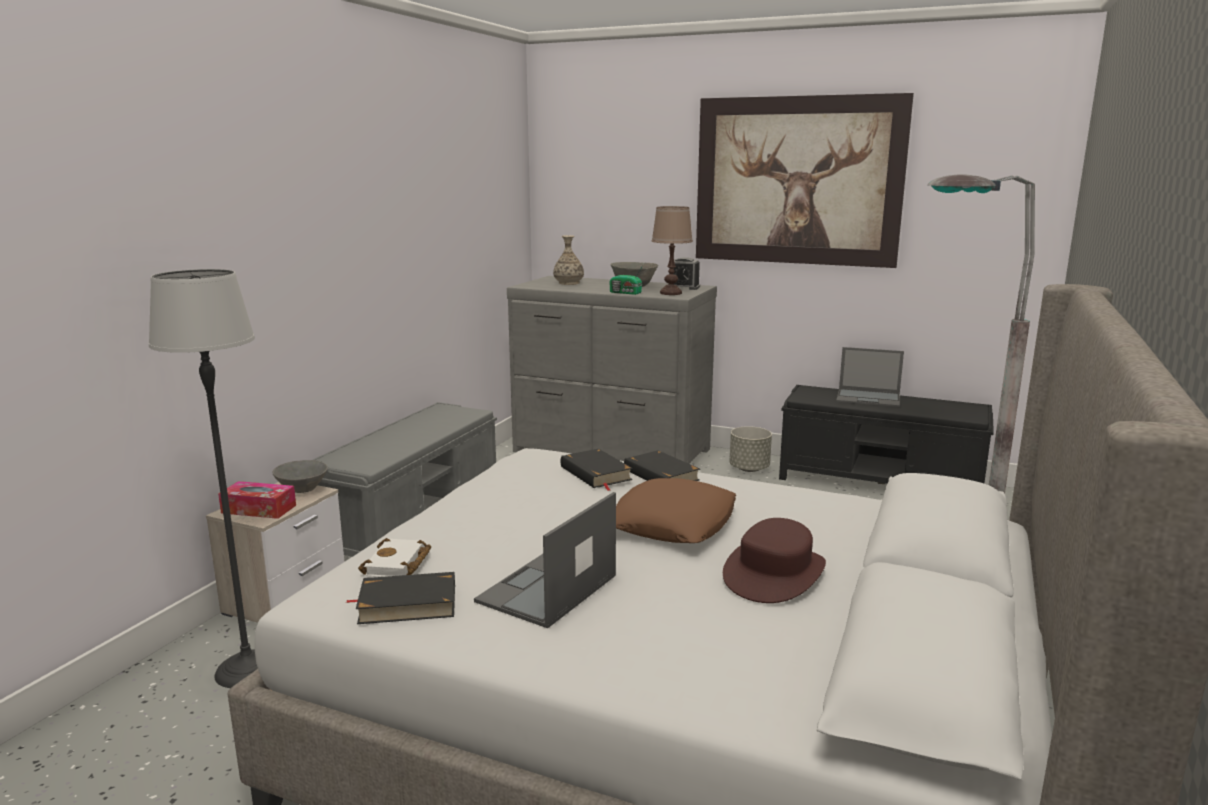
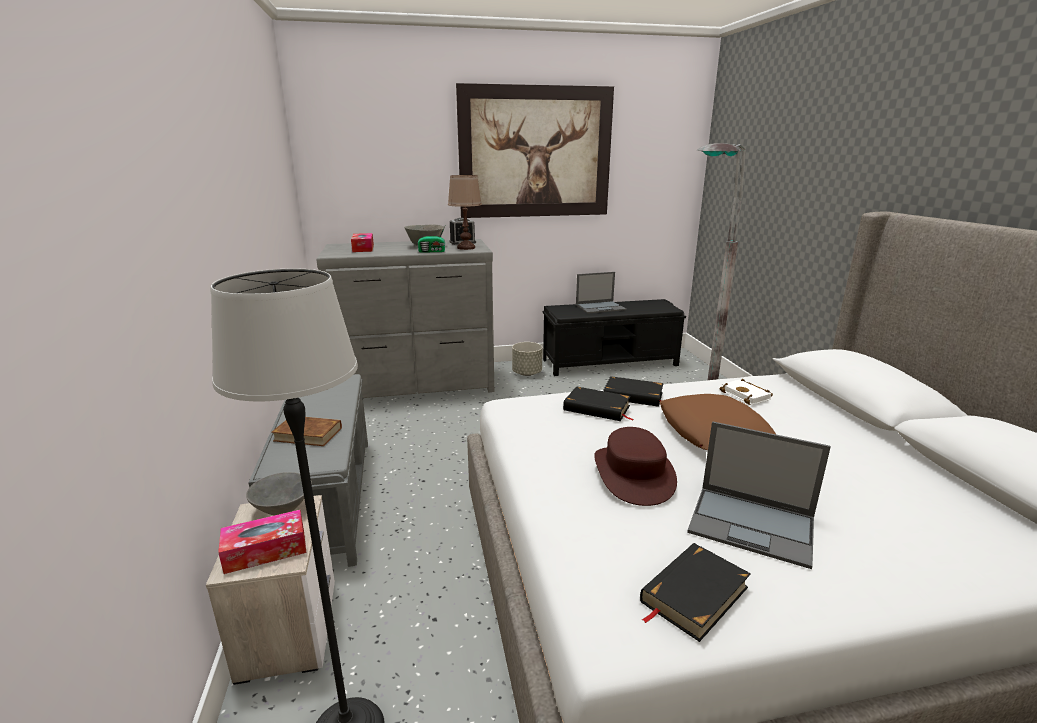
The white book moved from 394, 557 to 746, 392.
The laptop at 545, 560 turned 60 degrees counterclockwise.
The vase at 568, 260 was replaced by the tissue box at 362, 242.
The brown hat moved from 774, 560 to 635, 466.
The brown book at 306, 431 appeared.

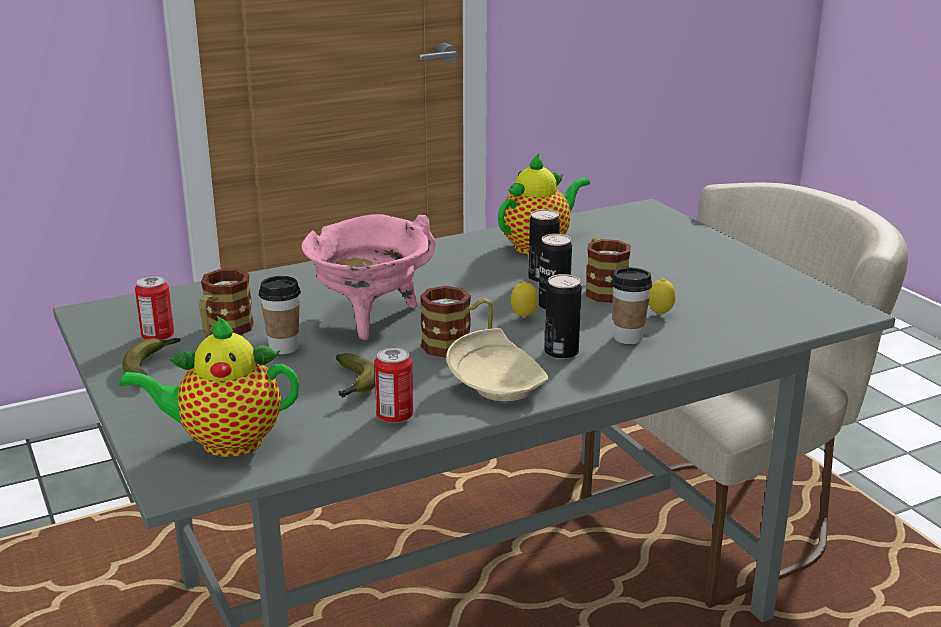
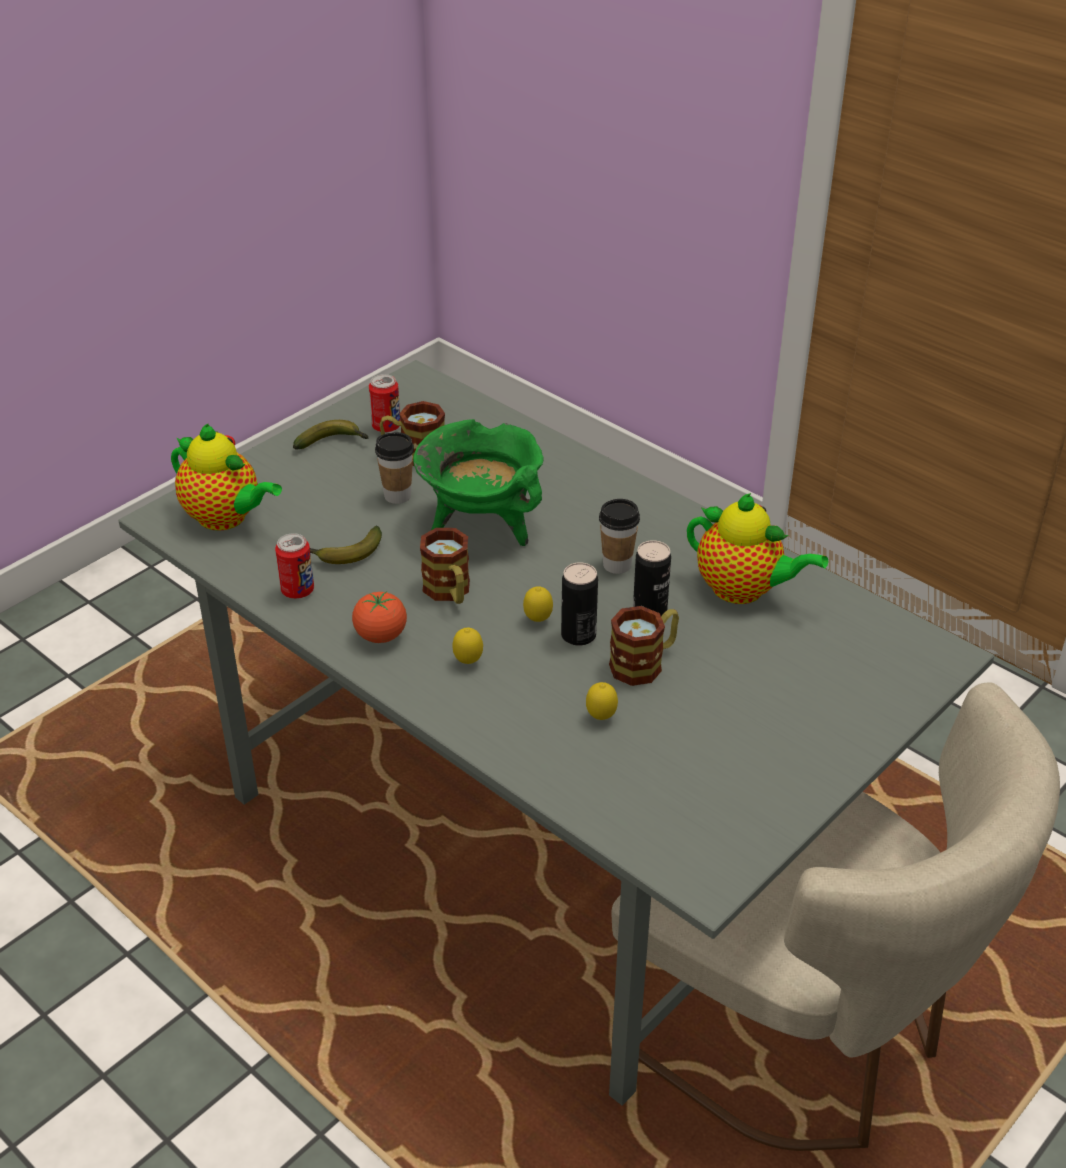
The teapot at 209, 386 turned 150 degrees clockwise.
The pink cooking pot at 369, 277 became the green cooking pot at 478, 482.
The beige plate at 497, 364 was replaced by the tomato at 379, 617.
The can at 563, 316 was replaced by the lemon at 467, 646.
The cup moved from 631, 305 to 619, 536.

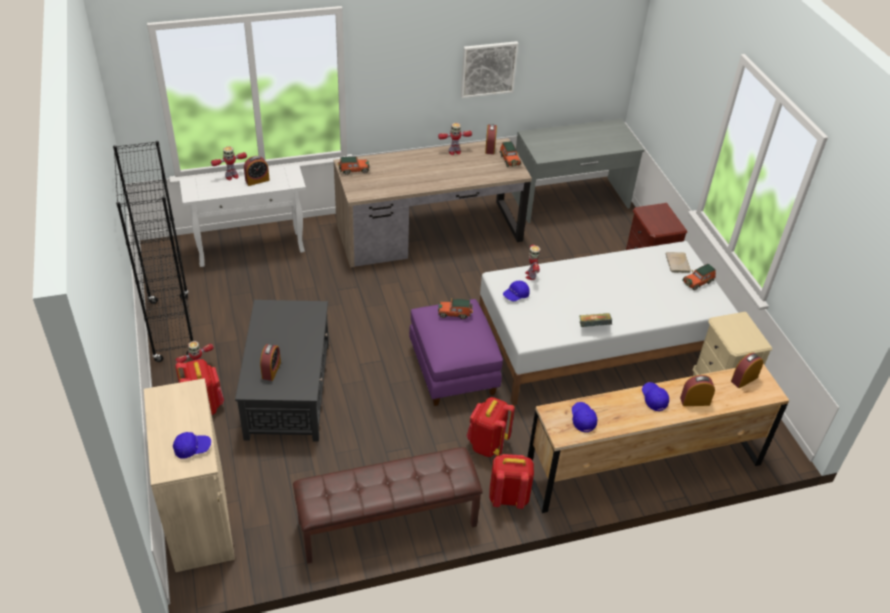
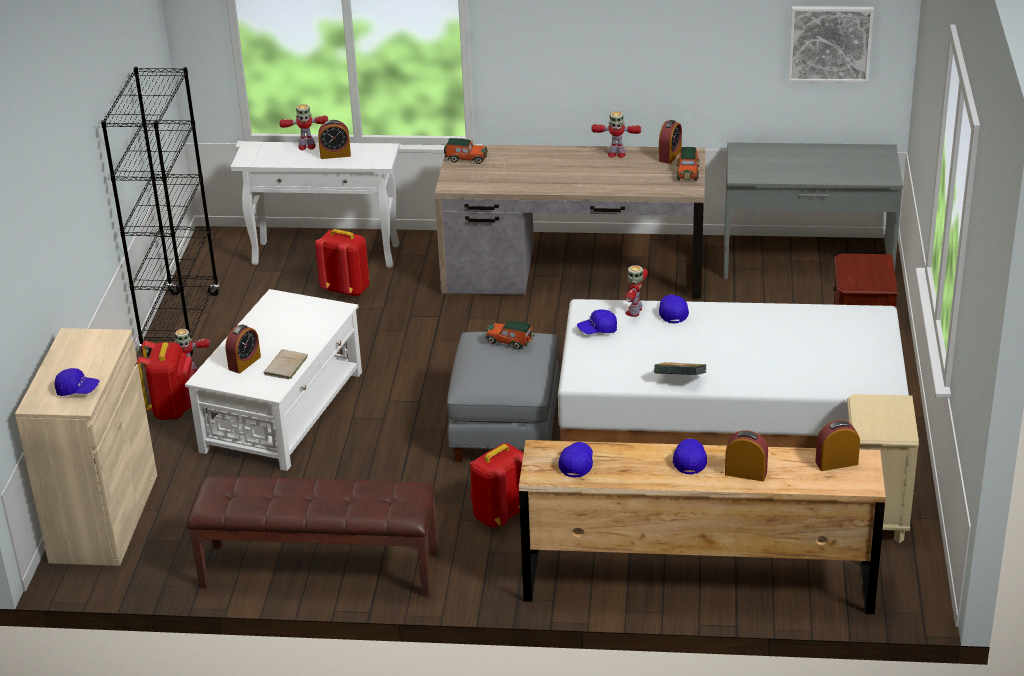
The black coffee table at 282, 371 became the white coffee table at 273, 380.
The purple ottoman at 456, 352 became the grey ottoman at 503, 397.
The picture moved from 490, 69 to 831, 44.
The red backpack moved from 511, 481 to 342, 263.
The beige book moved from 678, 262 to 286, 364.
The toy car at 699, 277 disappeared.
The blue cap at 674, 309 appeared.

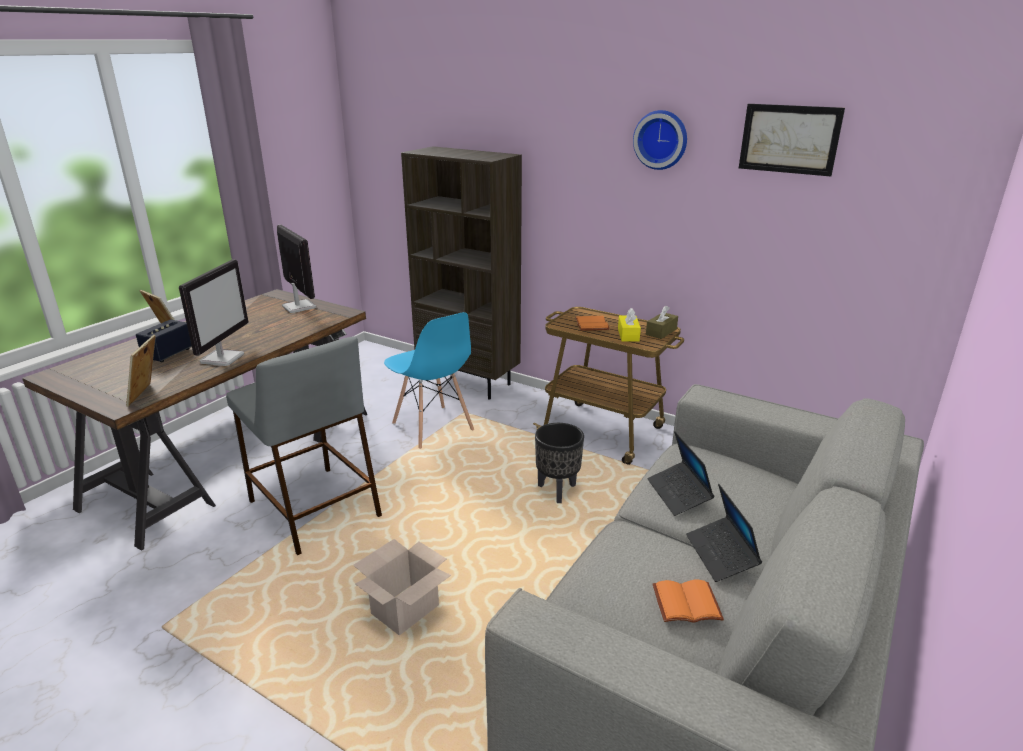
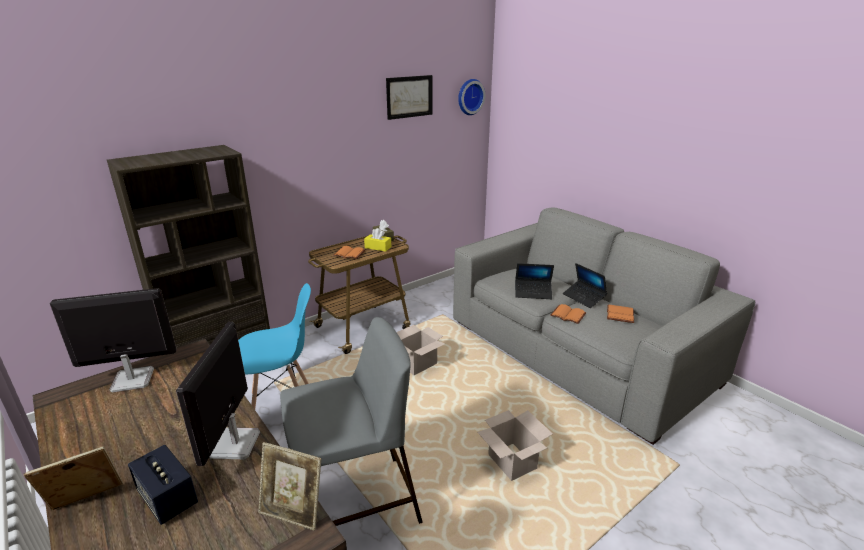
The monitor at 213, 312 turned 120 degrees counterclockwise.
The black planter at 559, 463 was replaced by the cardboard box at 420, 350.
The wall clock moved from 660, 140 to 471, 97.
The laptop at 724, 533 turned 45 degrees clockwise.
The orange book at 568, 314 appeared.

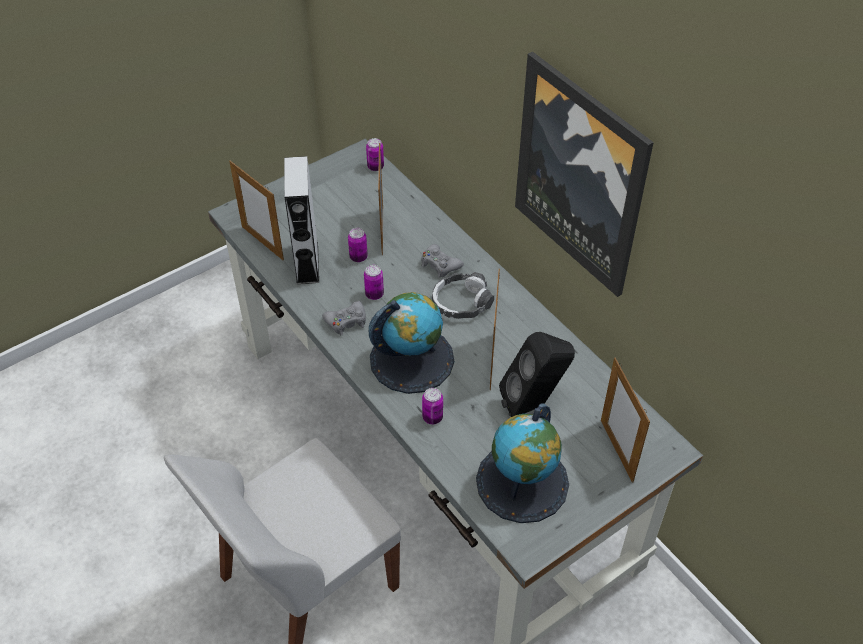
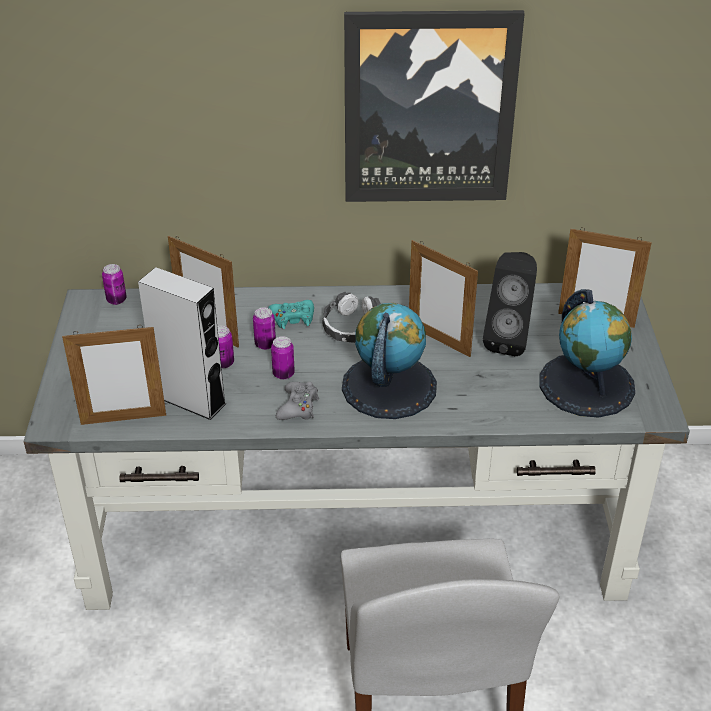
The grey game controller at 442, 261 became the turquoise game controller at 291, 314.
The can moved from 432, 406 to 264, 328.

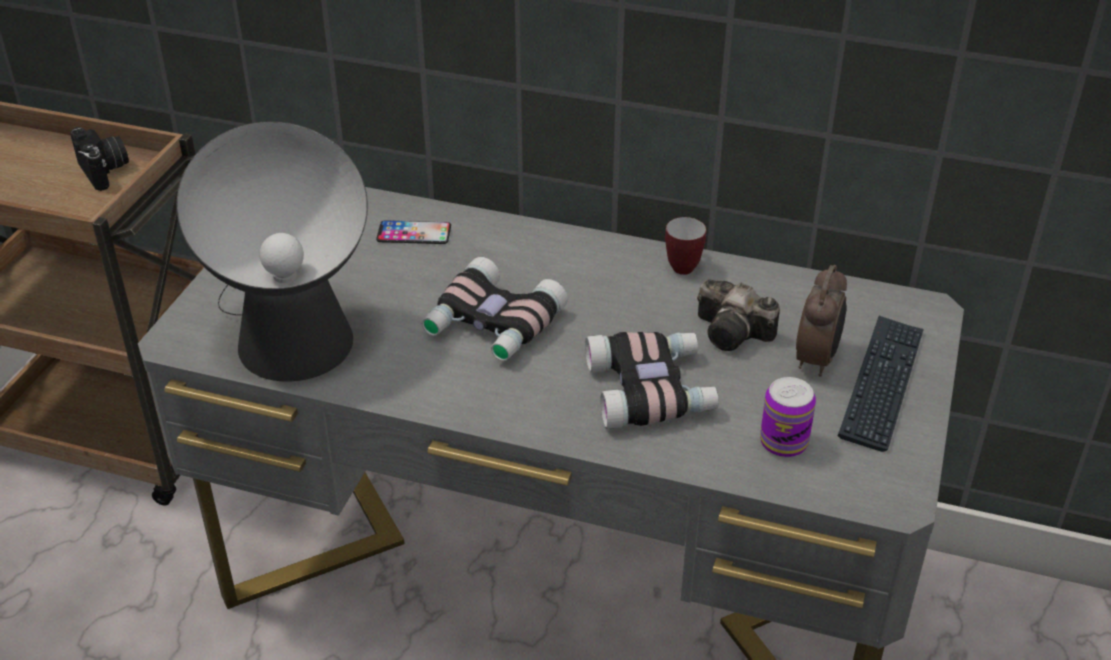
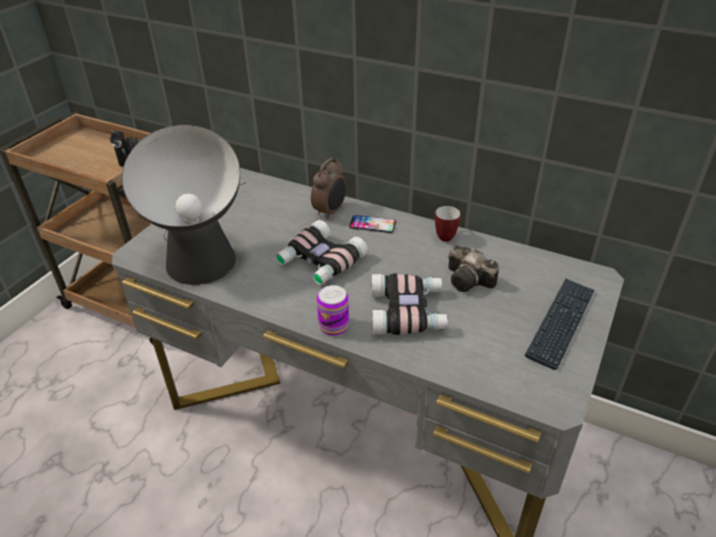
The phone moved from 413, 232 to 372, 224.
The can moved from 788, 417 to 333, 310.
The alarm clock moved from 821, 321 to 328, 189.

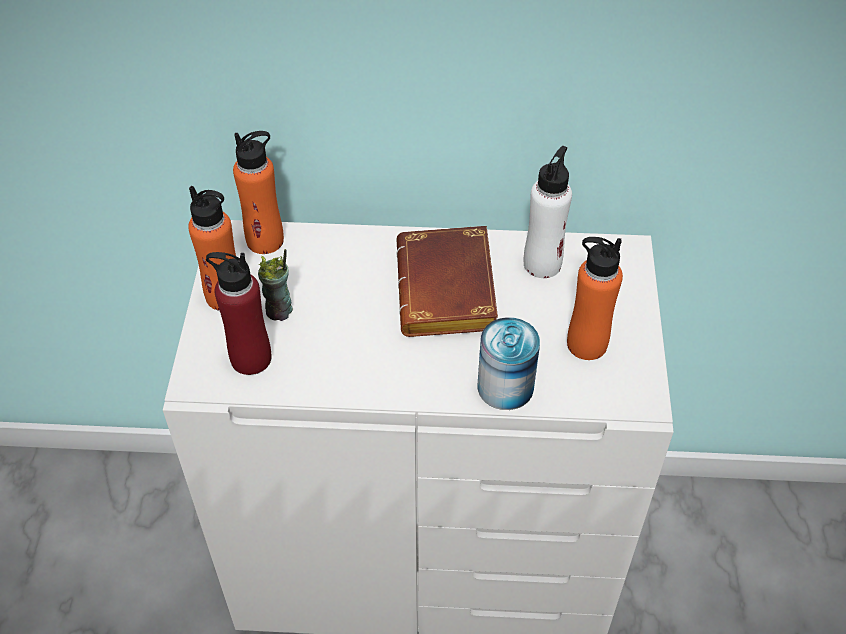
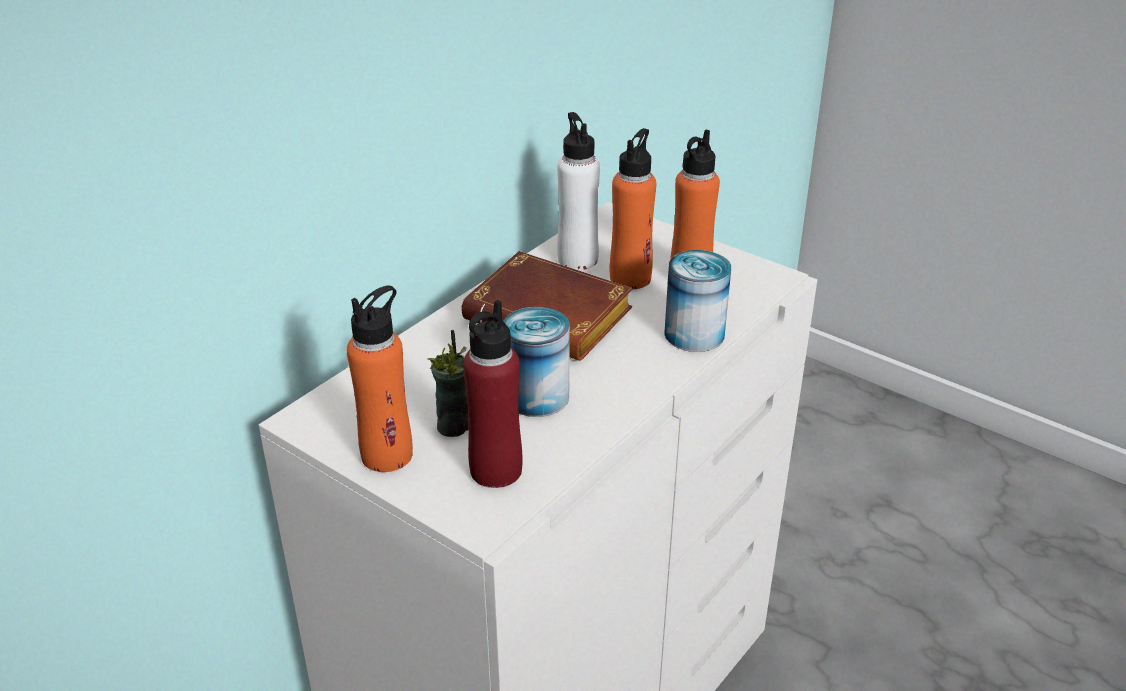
The orange bottle moved from 258, 192 to 633, 208.
The can at 537, 362 appeared.

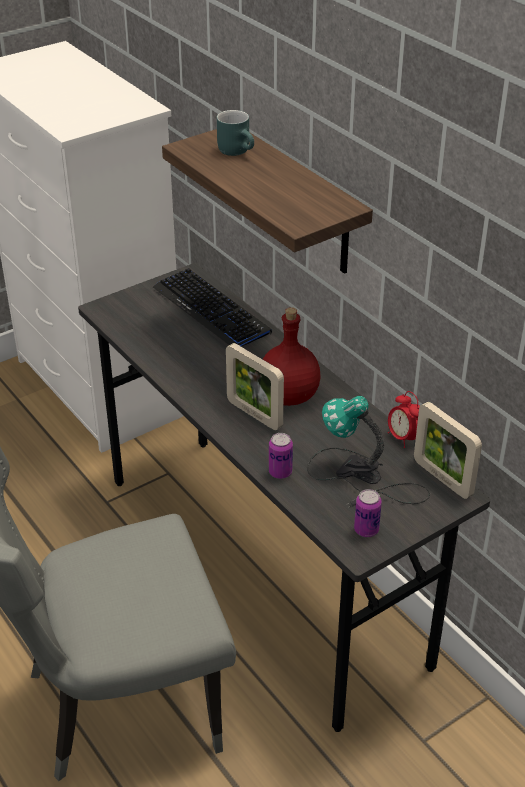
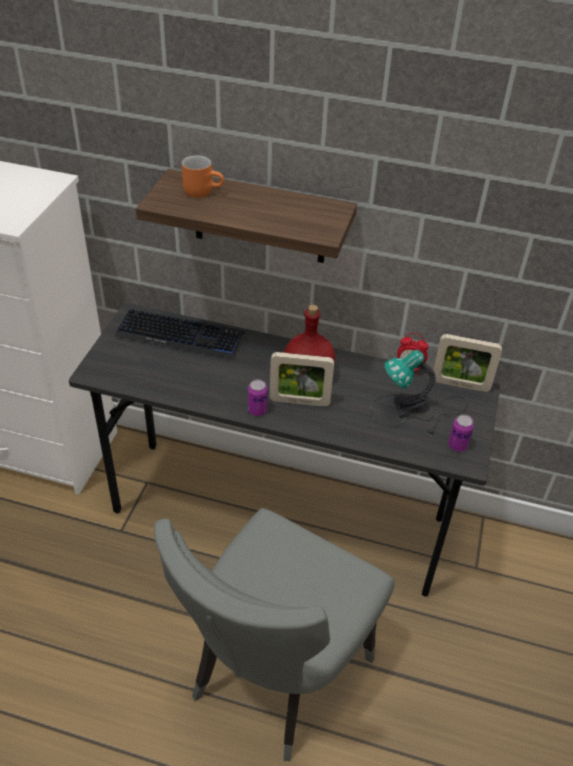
The turquoise mug at 235, 133 became the orange mug at 203, 176.
The can moved from 281, 456 to 258, 397.

